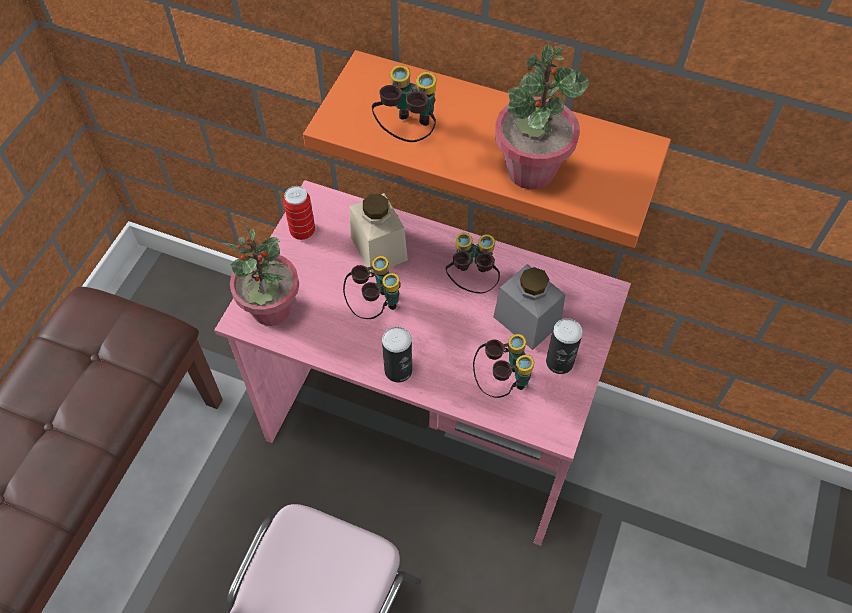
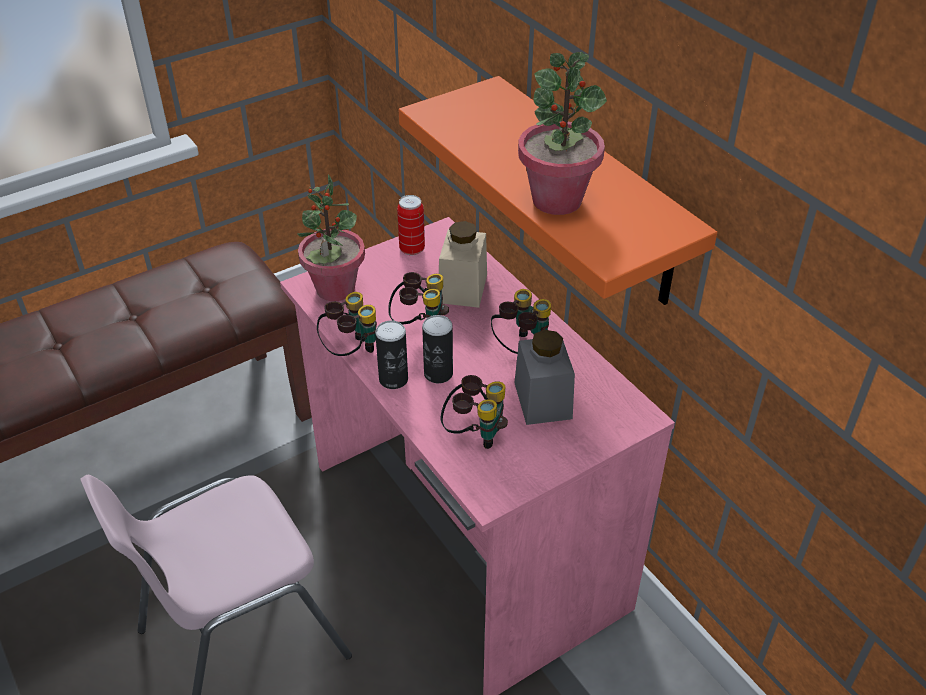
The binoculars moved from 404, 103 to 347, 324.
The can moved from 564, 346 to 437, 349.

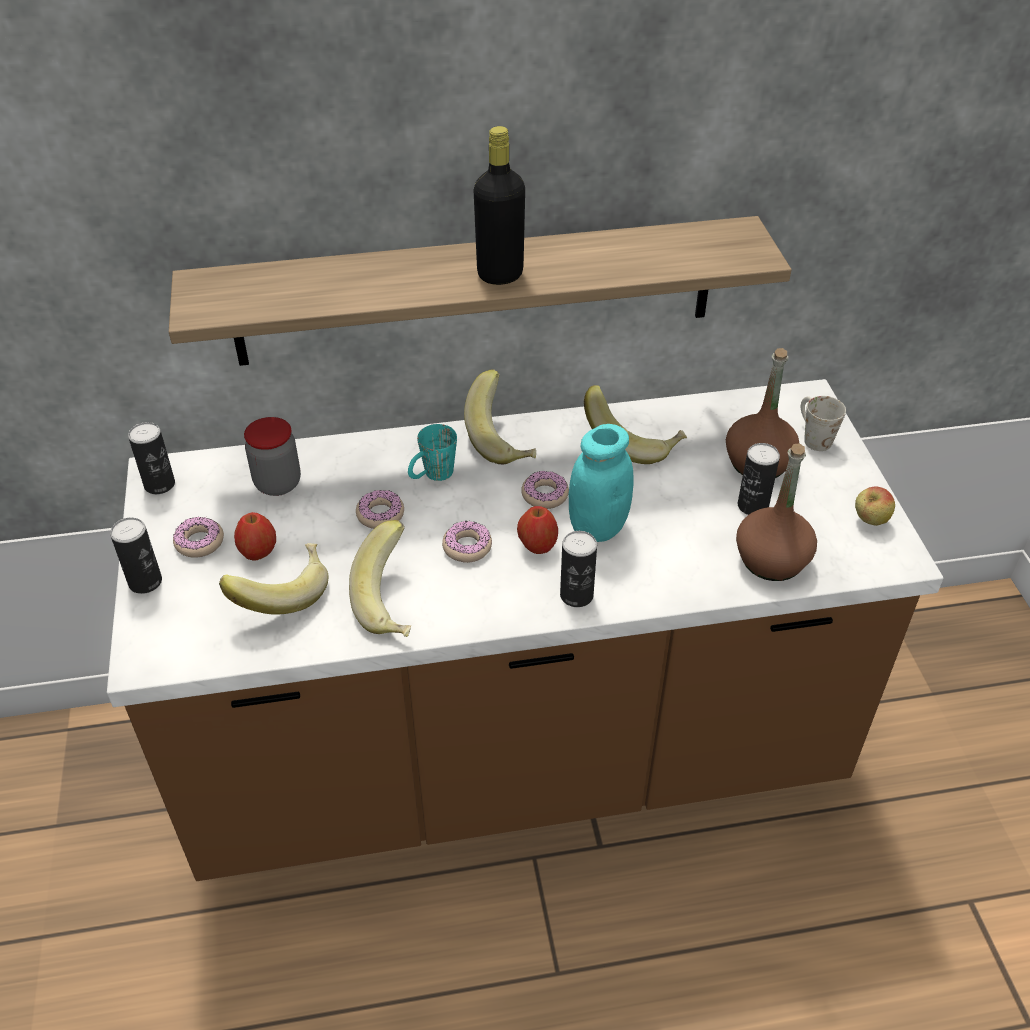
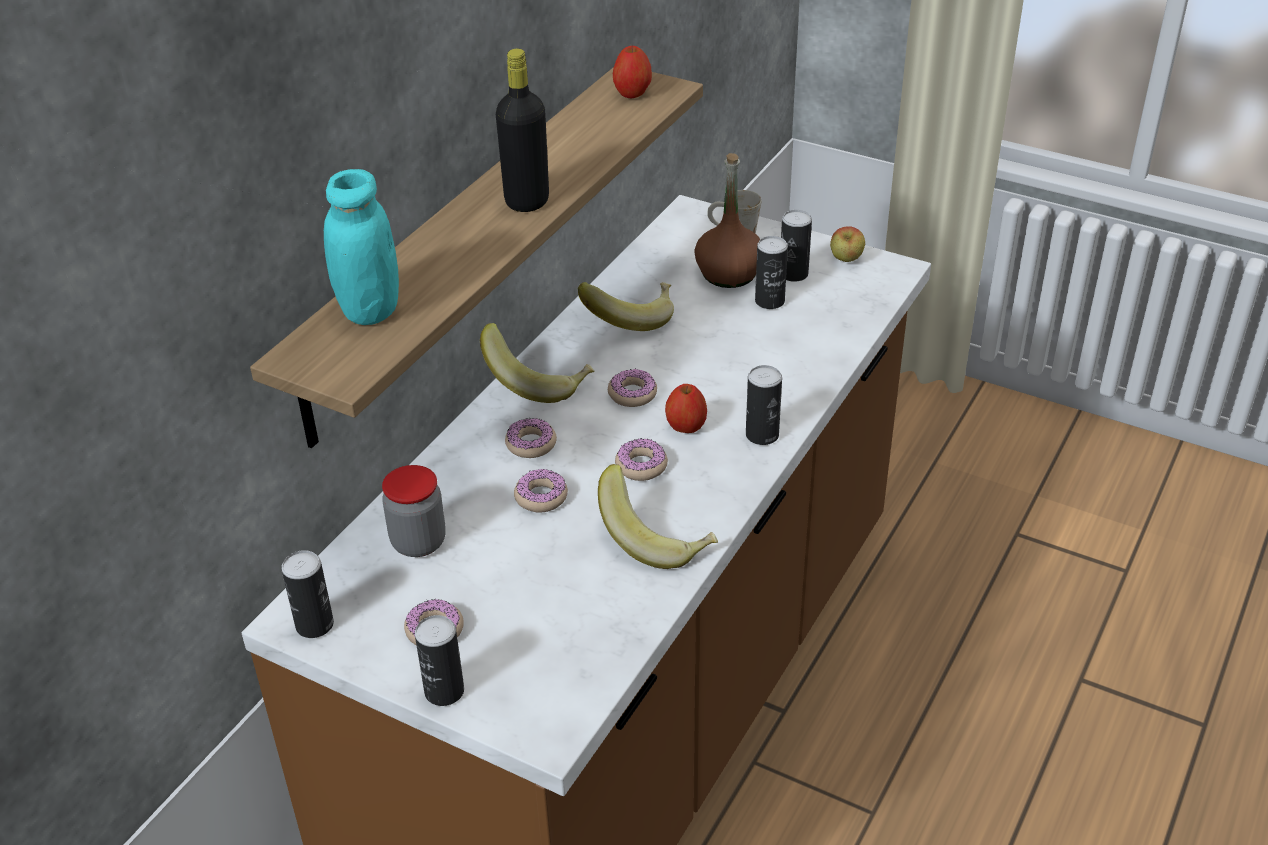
The banana at 274, 579 disappeared.
The apple moved from 255, 536 to 632, 72.
The turquoise mug at 432, 452 was replaced by the donut at 531, 438.
The turquoise jar moved from 601, 483 to 361, 247.
The brown bottle at 776, 512 disappeared.
The can at 796, 246 appeared.

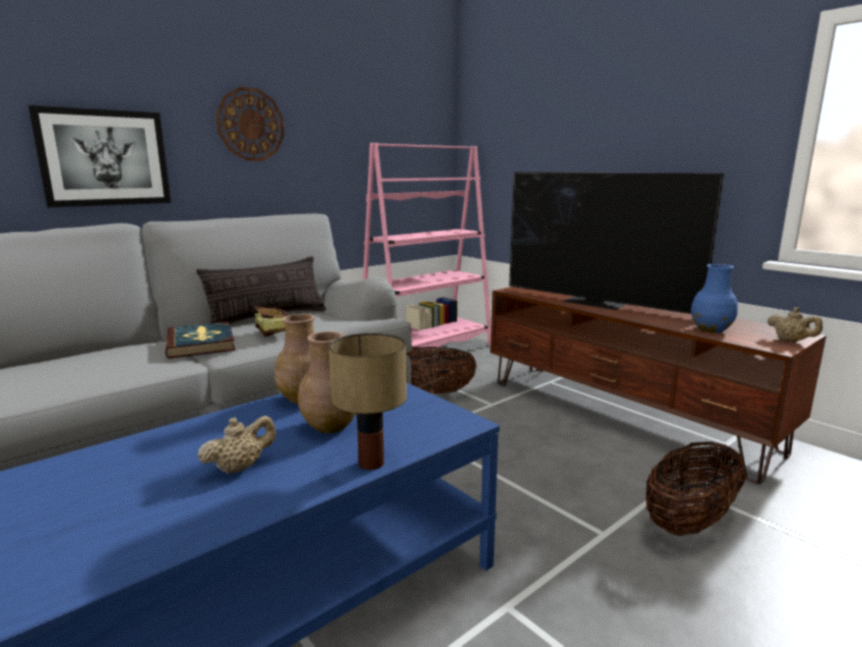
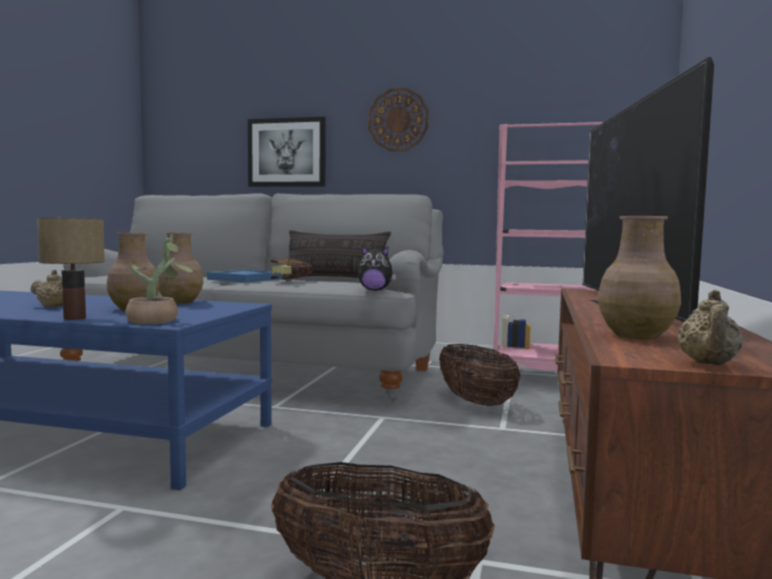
The book at 200, 340 was replaced by the blue tray at 244, 276.
The blue vase at 714, 298 became the brown vase at 639, 278.
The potted plant at 159, 279 appeared.
The plush toy at 377, 268 appeared.

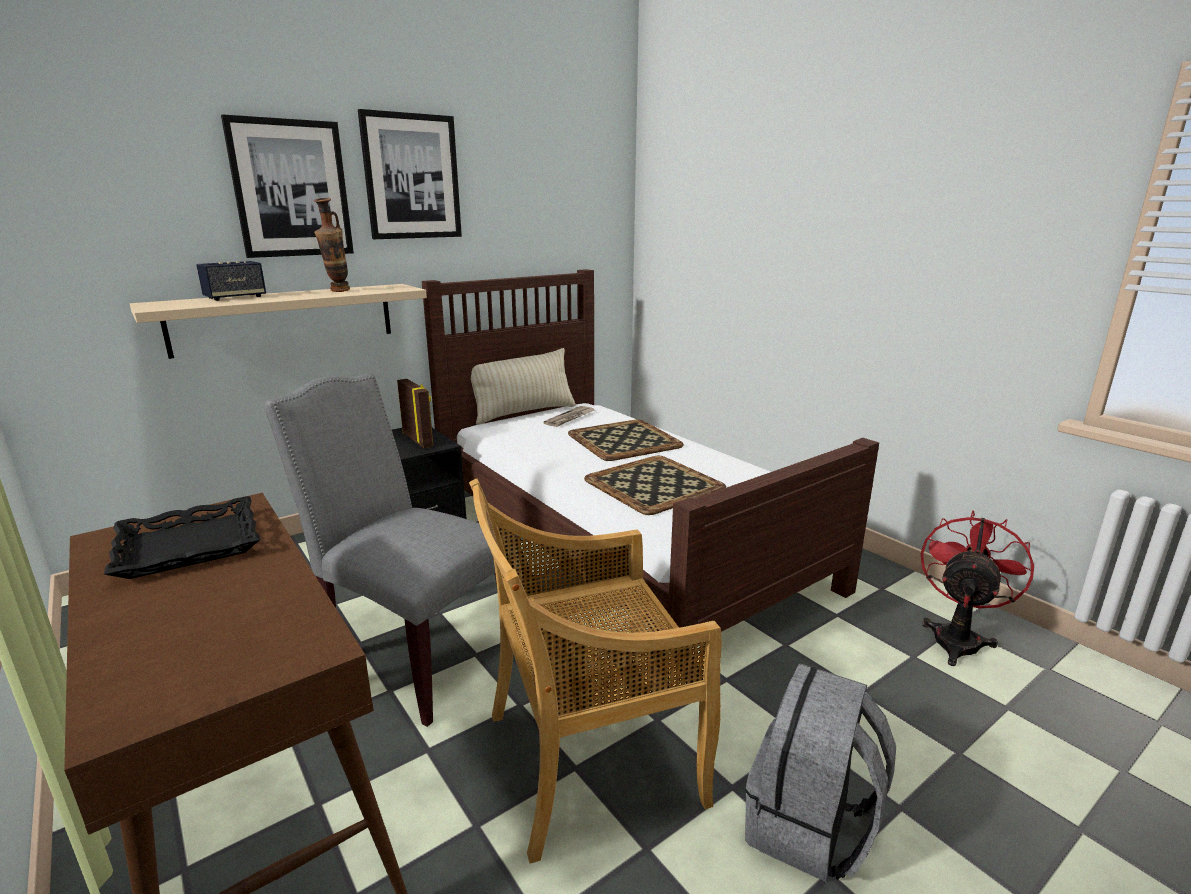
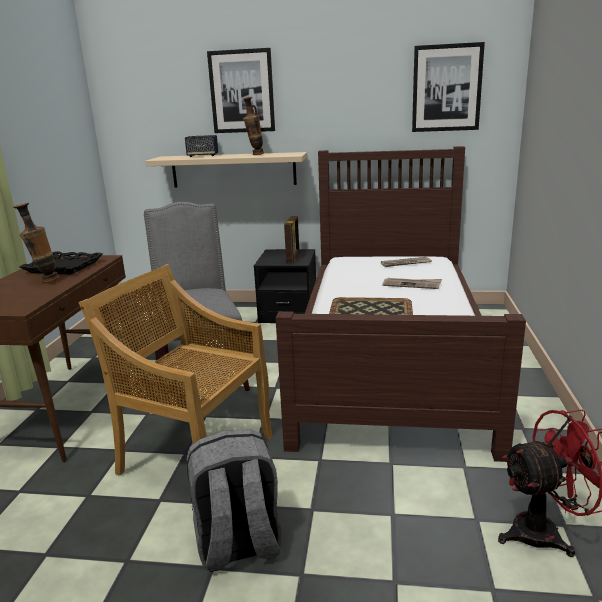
The picture moved from 410, 174 to 448, 87.
The beige pillow at 523, 386 disappeared.
The tray at 626, 440 was replaced by the newspaper at 412, 283.
The vase at 36, 243 appeared.

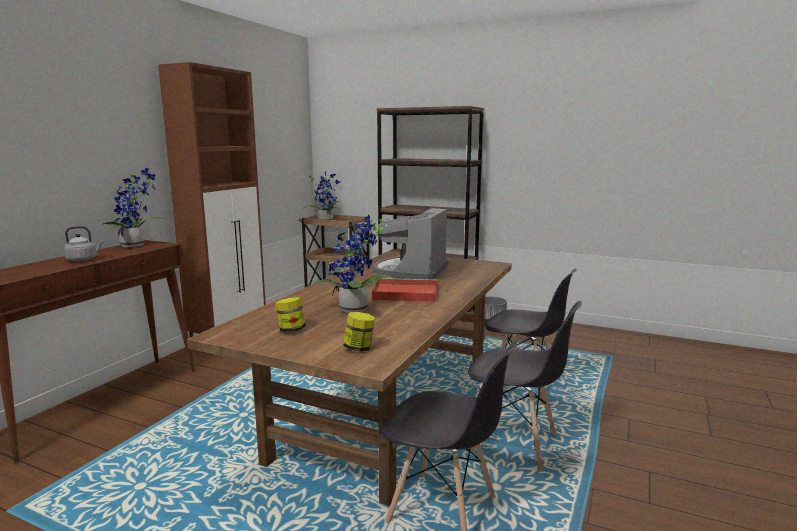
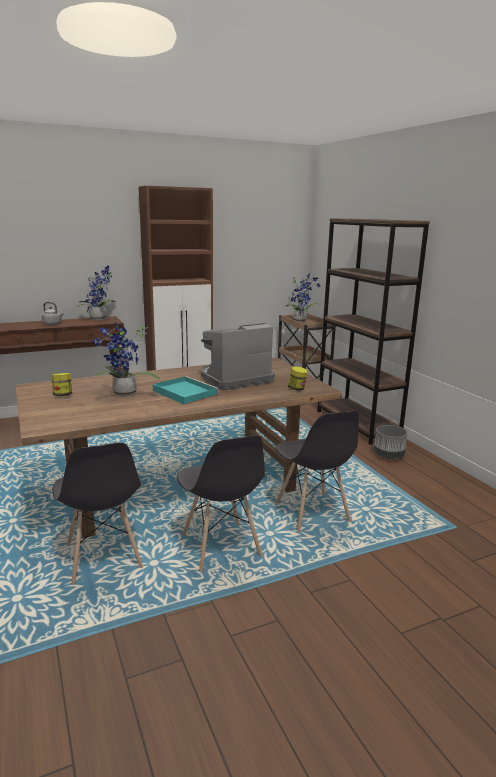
The jar moved from 359, 332 to 298, 378.
The red tray at 405, 290 became the turquoise tray at 186, 390.

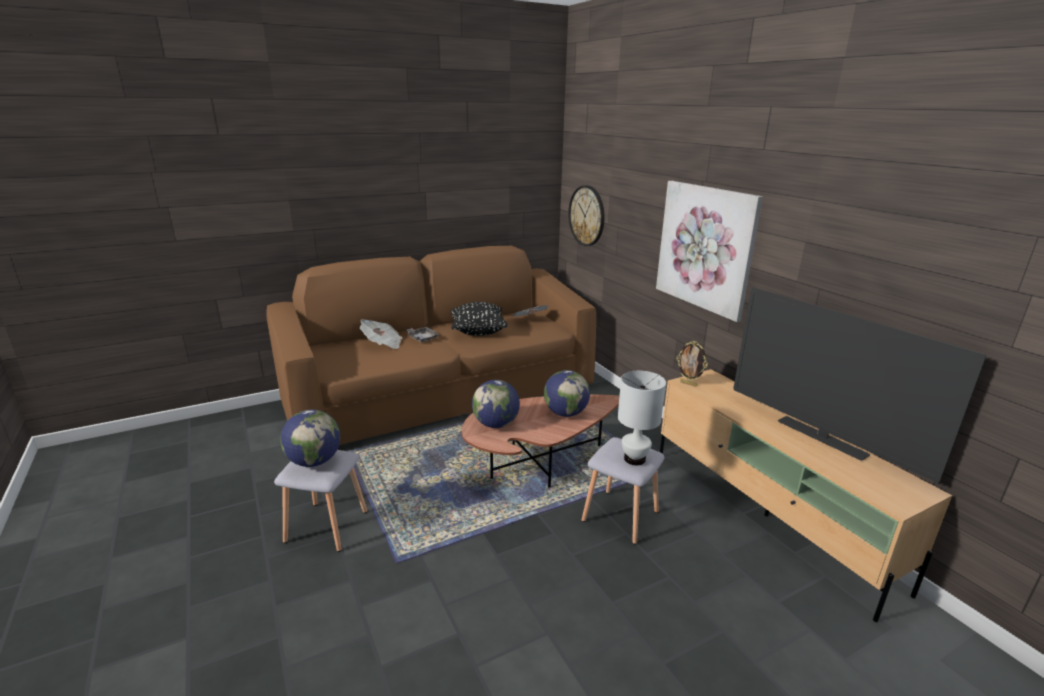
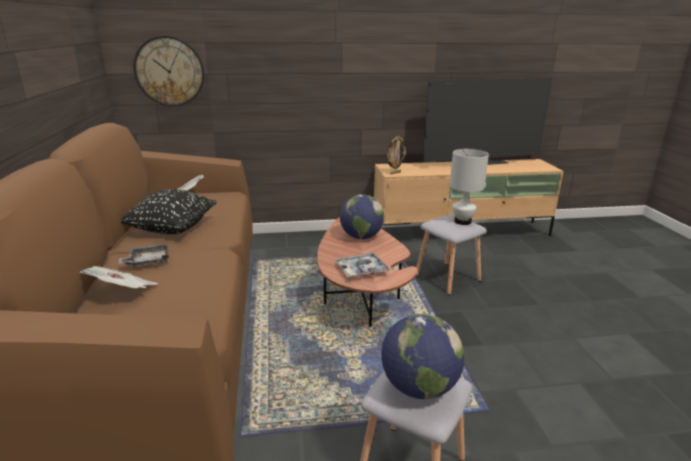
The globe at 496, 404 was replaced by the tray at 362, 265.
The picture at 709, 251 disappeared.

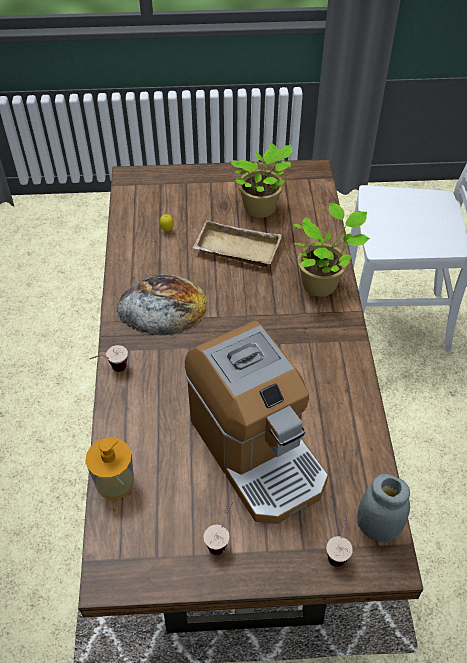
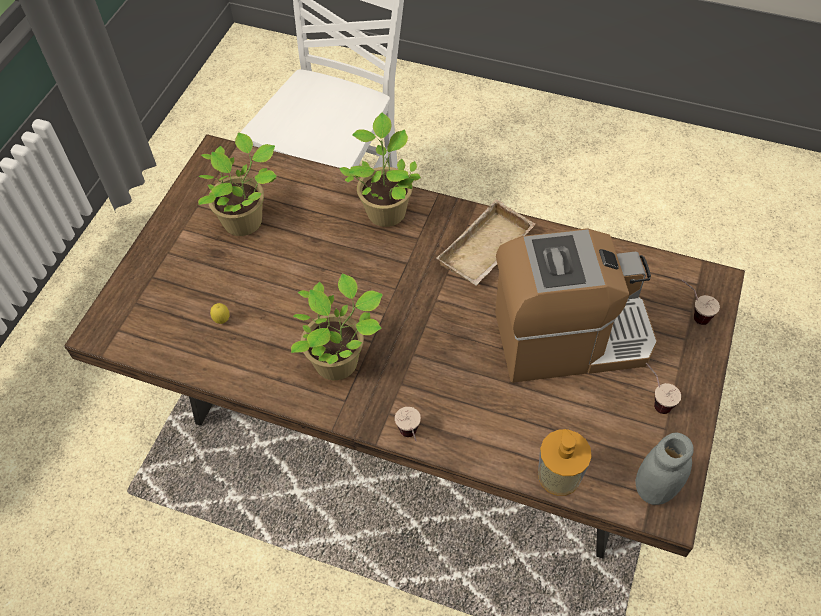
The bread at 162, 304 was replaced by the potted plant at 337, 327.
The beige tray moved from 237, 243 to 485, 242.
The grey jar moved from 383, 508 to 664, 469.

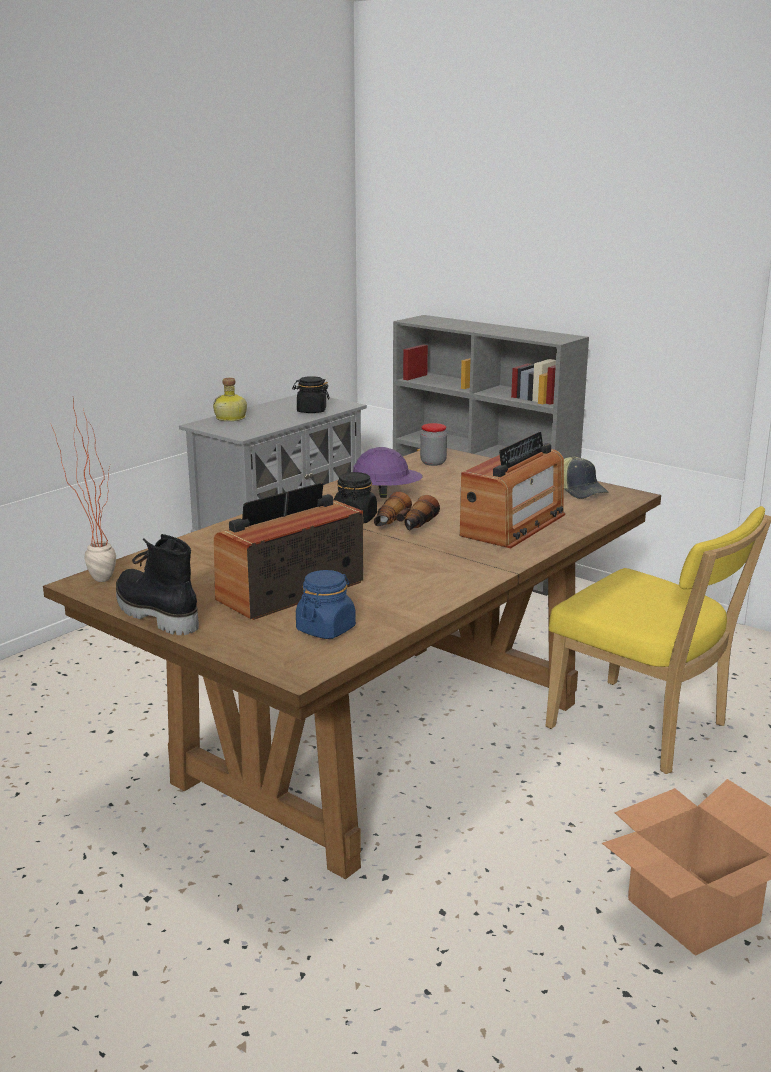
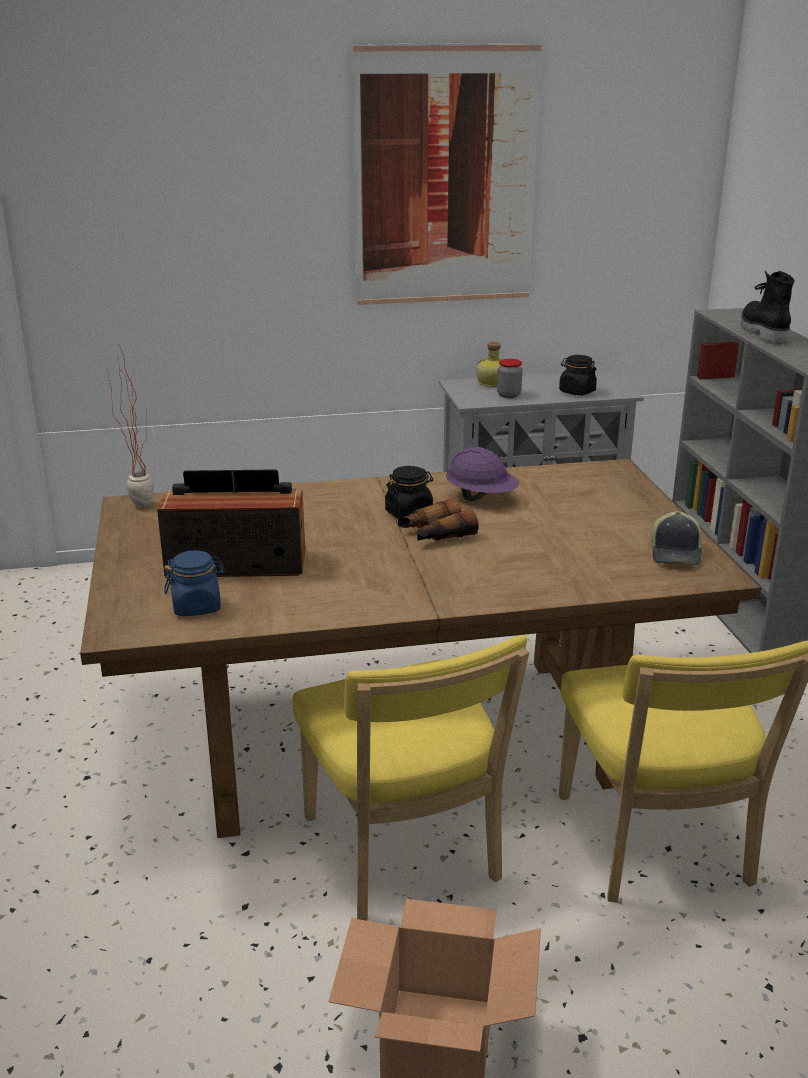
The black boot moved from 157, 584 to 767, 307.
The jar moved from 433, 444 to 509, 378.
The radio at 512, 490 disappeared.
The yellow chair at 411, 778 appeared.
The picture at 447, 174 appeared.

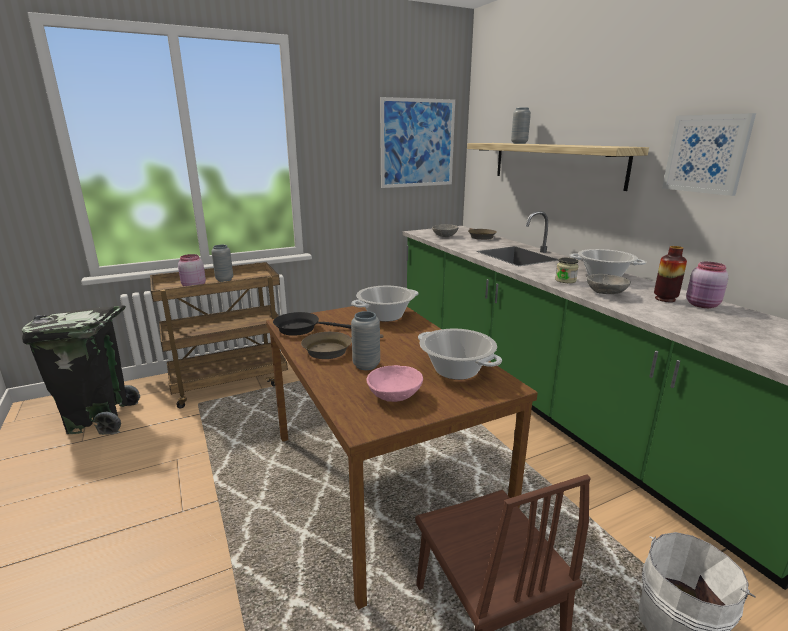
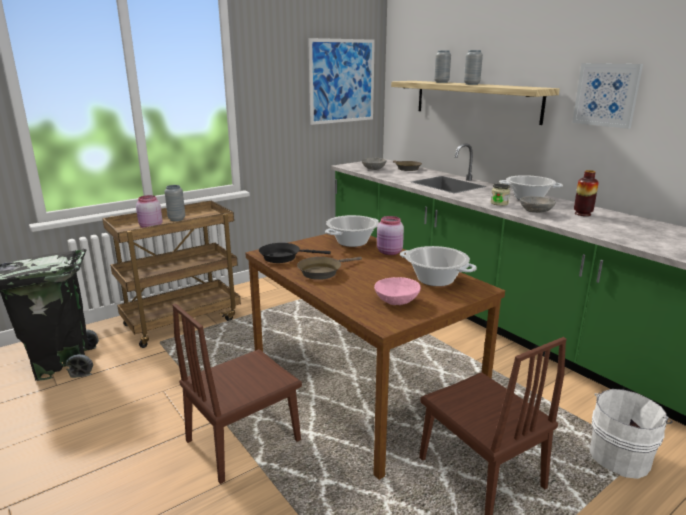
The grey vase moved from 365, 340 to 473, 67.
The pink jar moved from 707, 285 to 390, 235.
The brown chair at 237, 393 appeared.

